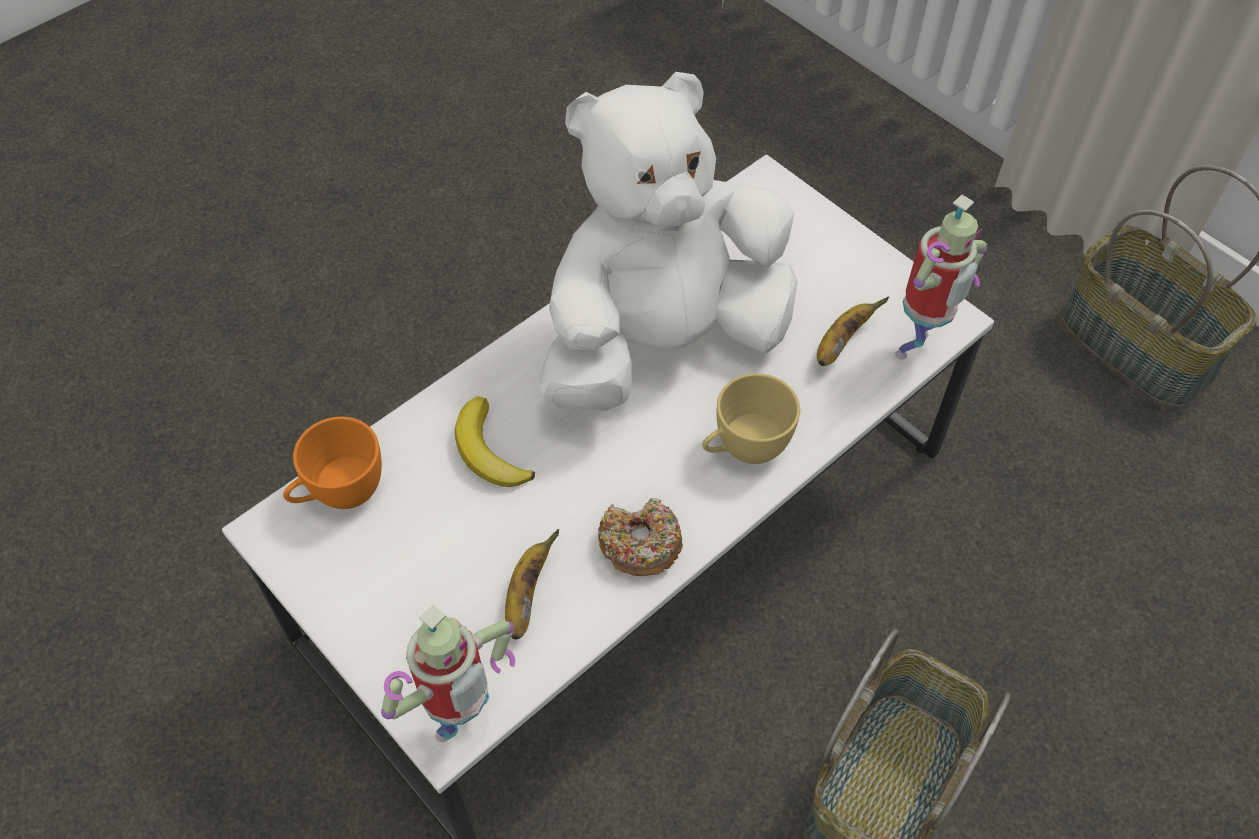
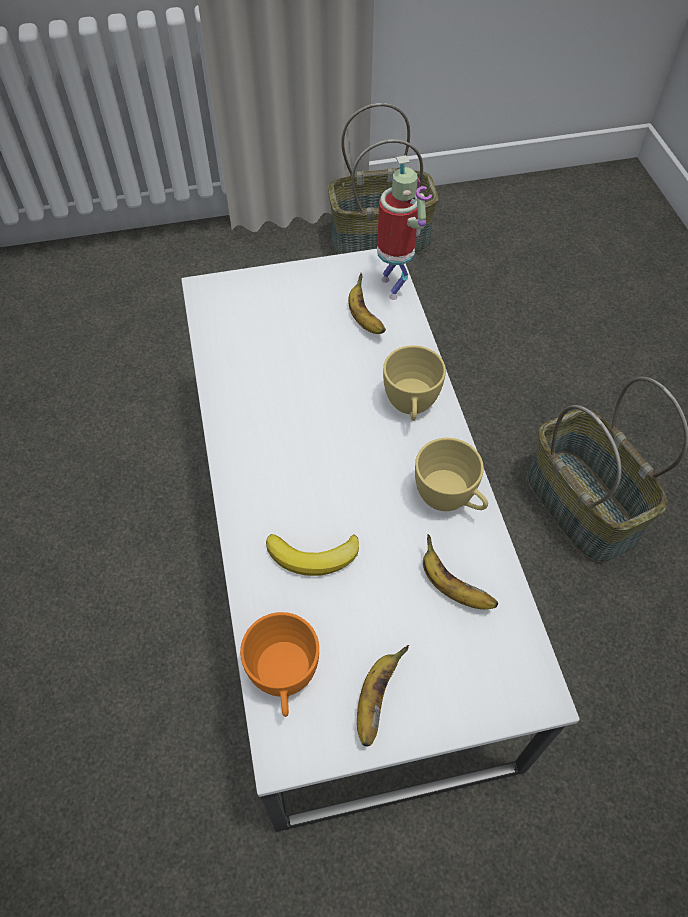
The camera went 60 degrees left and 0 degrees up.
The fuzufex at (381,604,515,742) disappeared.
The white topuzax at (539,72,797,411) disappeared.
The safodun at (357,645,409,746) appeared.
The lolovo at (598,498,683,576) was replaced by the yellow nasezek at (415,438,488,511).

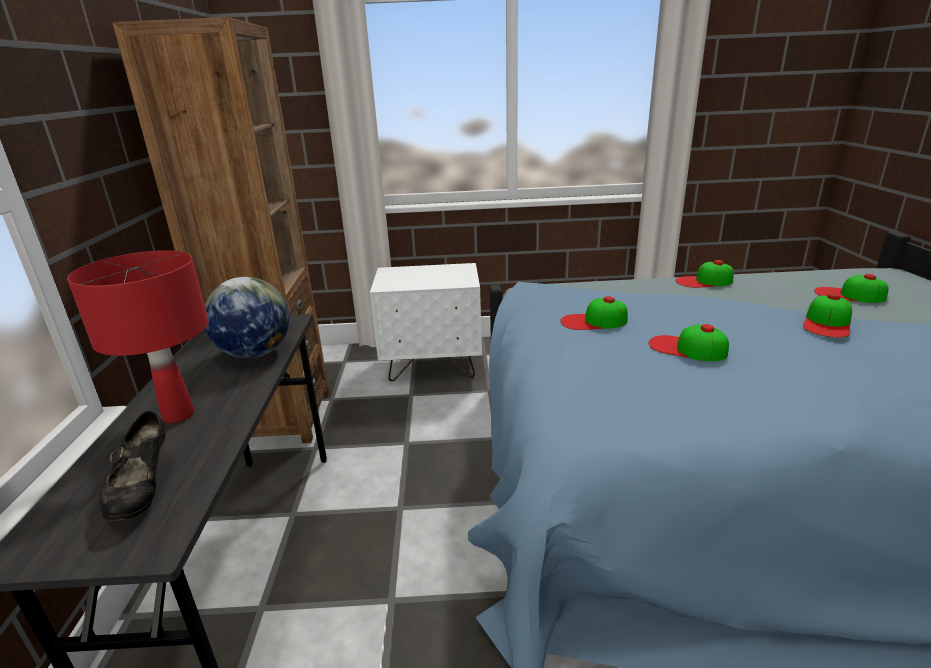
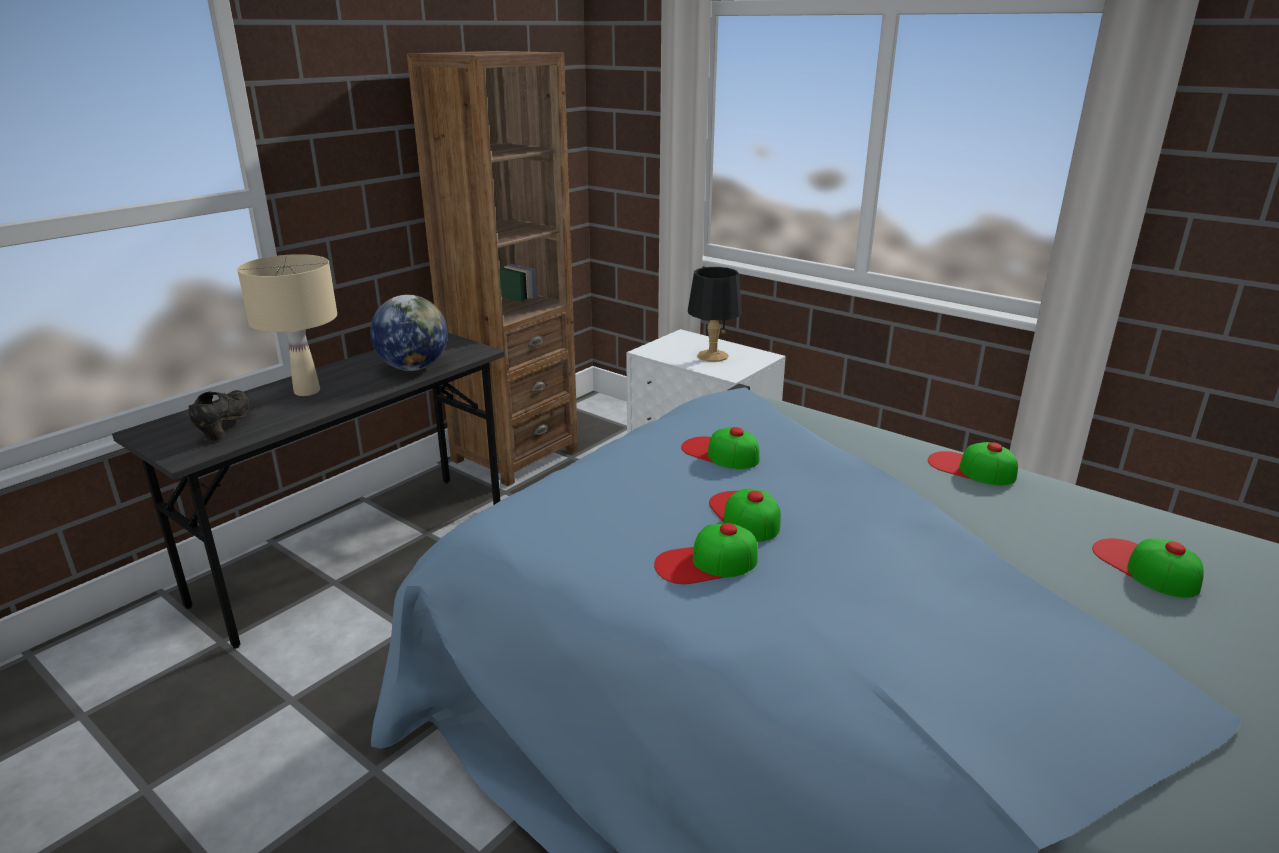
The camera went 40 degrees right and 0 degrees up.
The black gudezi at (688,267,742,362) appeared.
The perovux moved from (803,293,852,338) to (654,523,758,584).
The red gudezi at (67,250,209,423) became the beige gudezi at (237,254,337,396).
The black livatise at (99,411,166,521) turned 150 degrees clockwise.

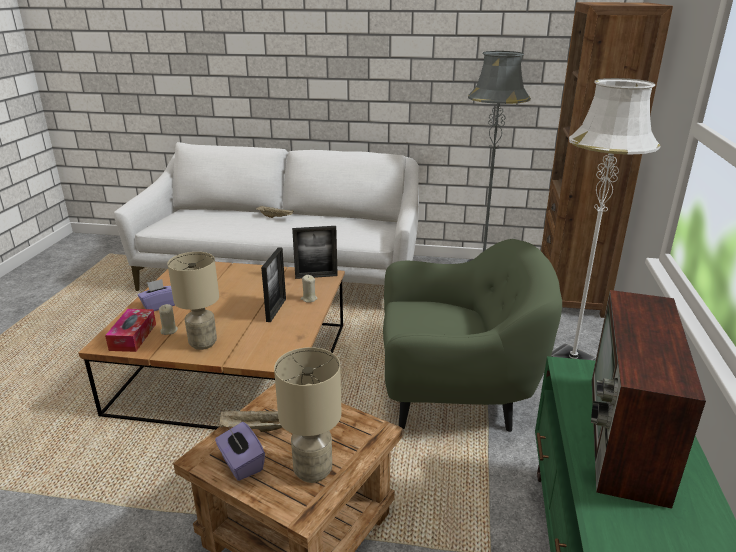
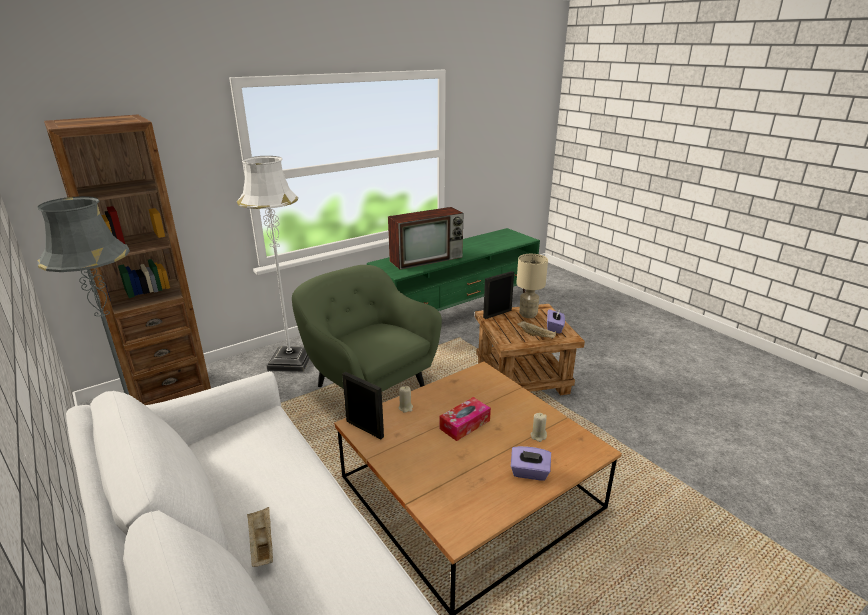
The camera went 135 degrees left and 0 degrees up.
The beige gudezi at (167,252,219,350) disappeared.
The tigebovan moved from (105,309,156,352) to (440,397,491,441).
The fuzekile moved from (261,247,286,322) to (483,271,514,319).

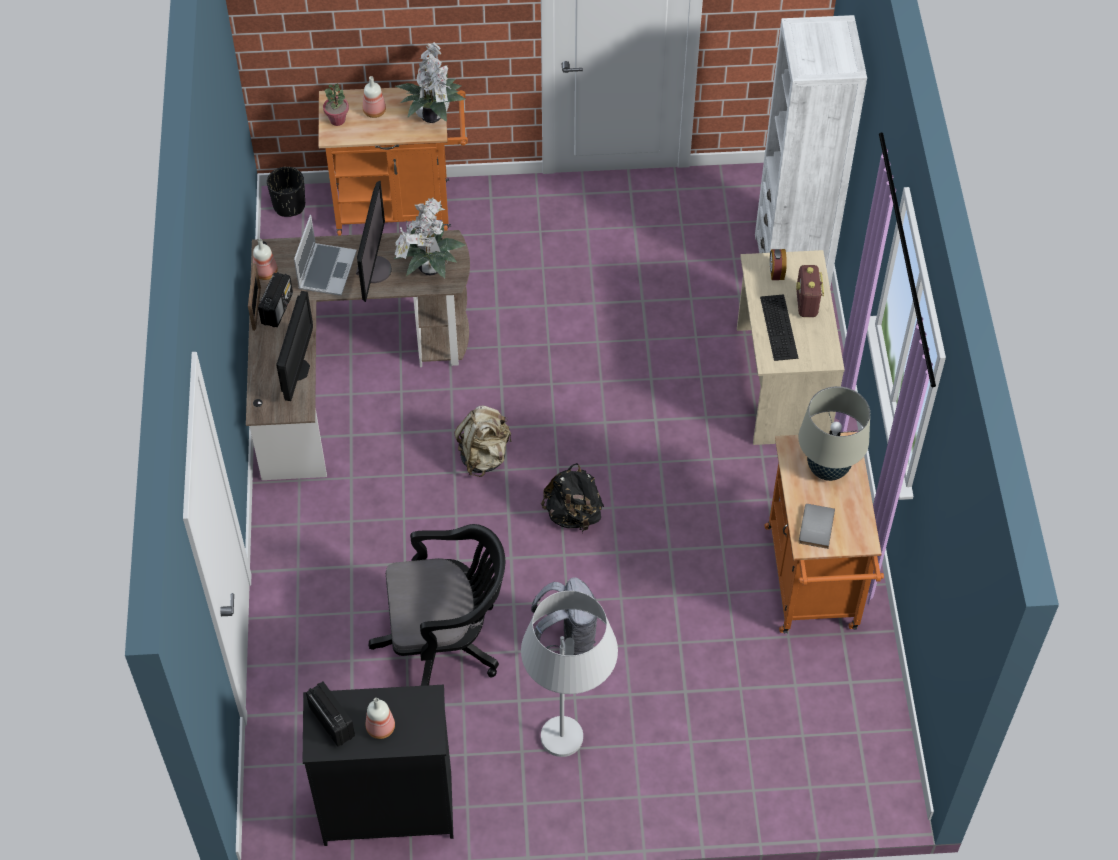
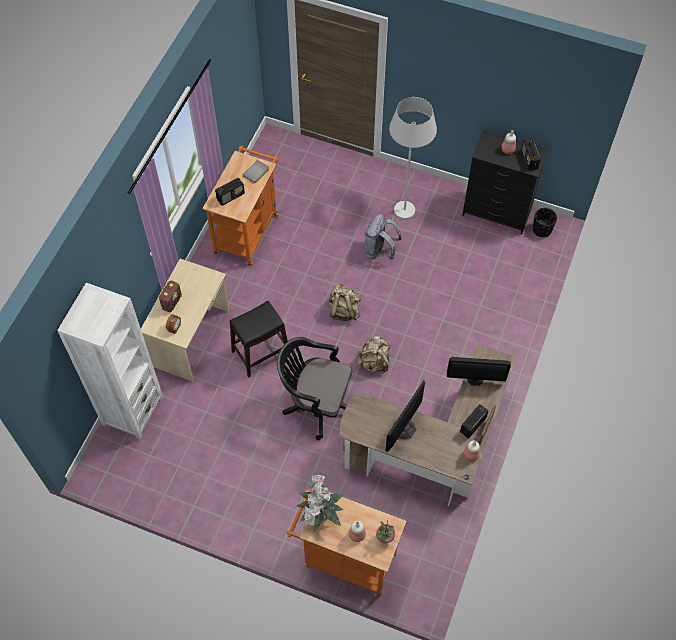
The camera went 155 degrees left and 5 degrees up.
The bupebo at (294,215,357,296) disappeared.
The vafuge at (394,198,466,278) disappeared.
The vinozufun at (760,294,798,361) disappeared.
The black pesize at (230,301,288,378) appeared.
The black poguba moved from (267,167,305,217) to (533,208,557,237).
The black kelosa moved from (368,524,505,686) to (277,337,352,440).
The beige gudezi at (798,386,870,481) was replaced by the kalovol at (215,178,245,206).
The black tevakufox at (541,463,604,533) became the beige tevakufox at (328,284,360,321).
The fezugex at (276,291,313,401) turned 120 degrees counterclockwise.

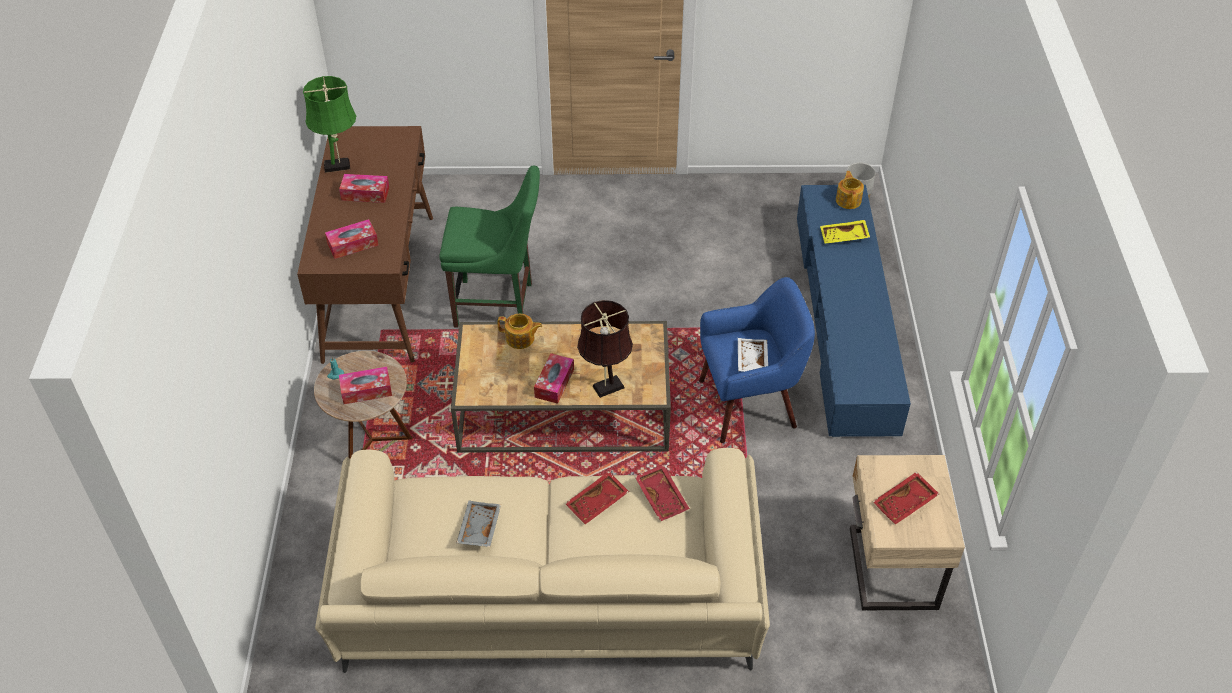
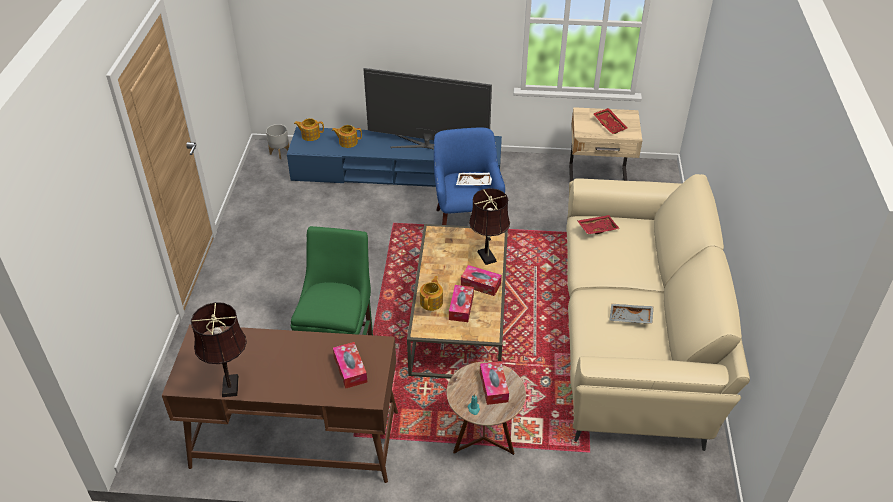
The camera went 85 degrees left and 5 degrees down.
The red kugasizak at (565,471,629,524) disappeared.
The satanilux at (364,68,492,150) appeared.
The tigebovan moved from (339,174,390,203) to (449,285,474,322).
The yellow kugasizak at (820,220,870,244) was replaced by the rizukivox at (332,125,362,148).
The green gudezi at (303,76,356,173) became the brown gudezi at (191,302,247,397).

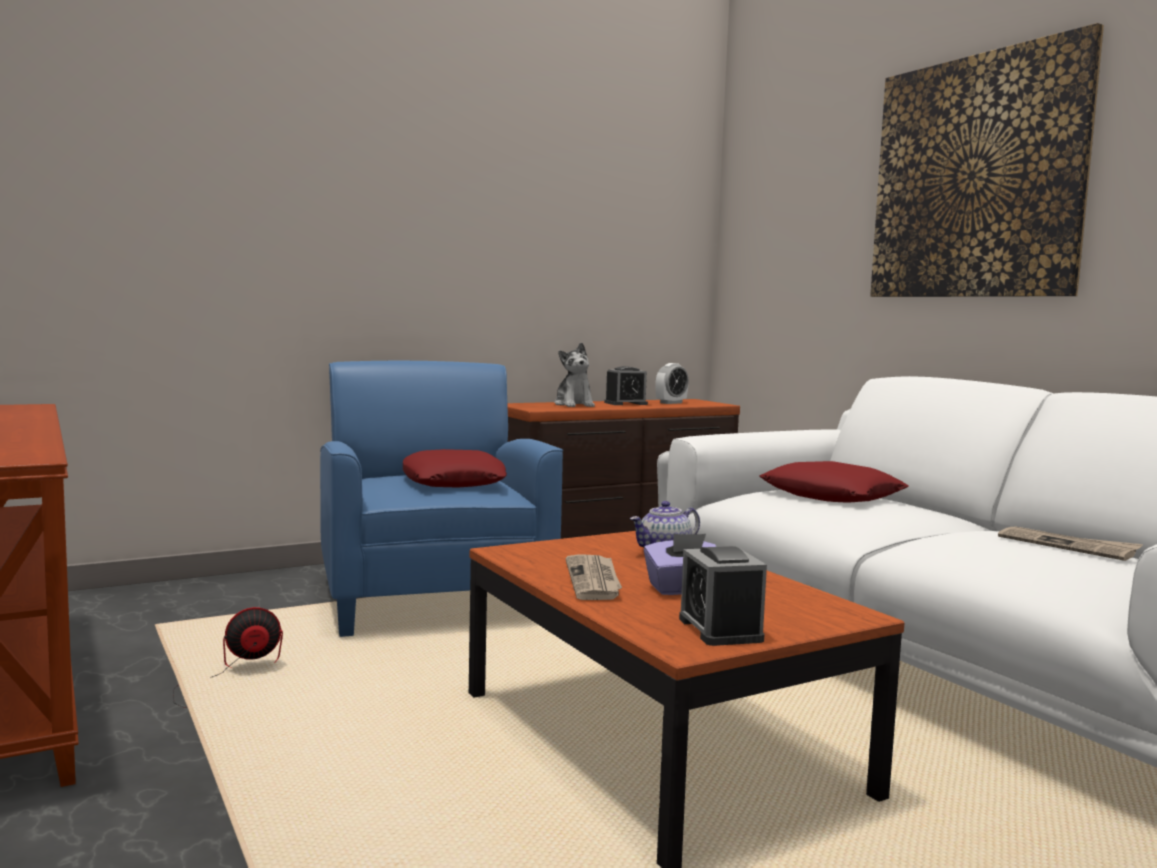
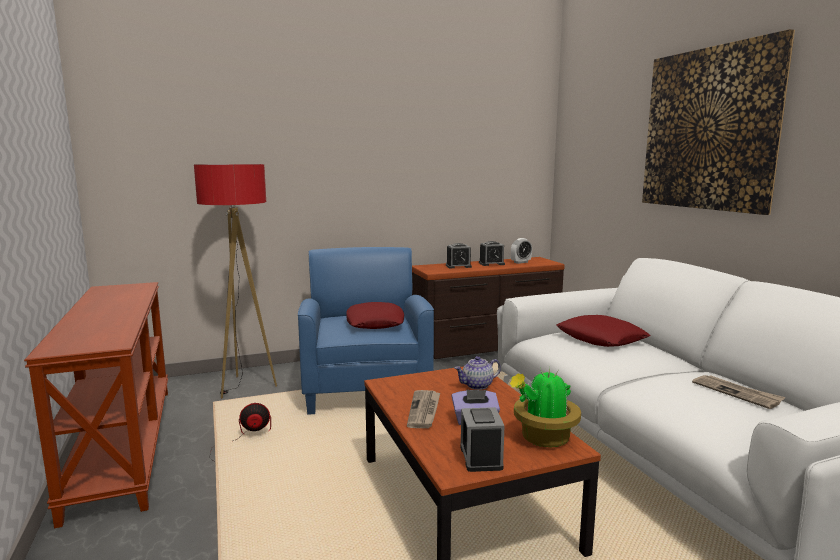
The camera went 10 degrees right and 5 degrees up.
The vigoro at (194,164,277,398) appeared.
The vafuge at (510,367,581,448) appeared.
The topuzax at (554,342,595,407) was replaced by the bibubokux at (446,243,472,268).

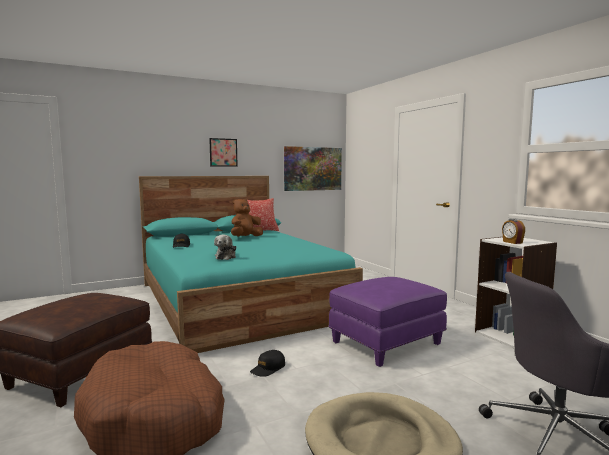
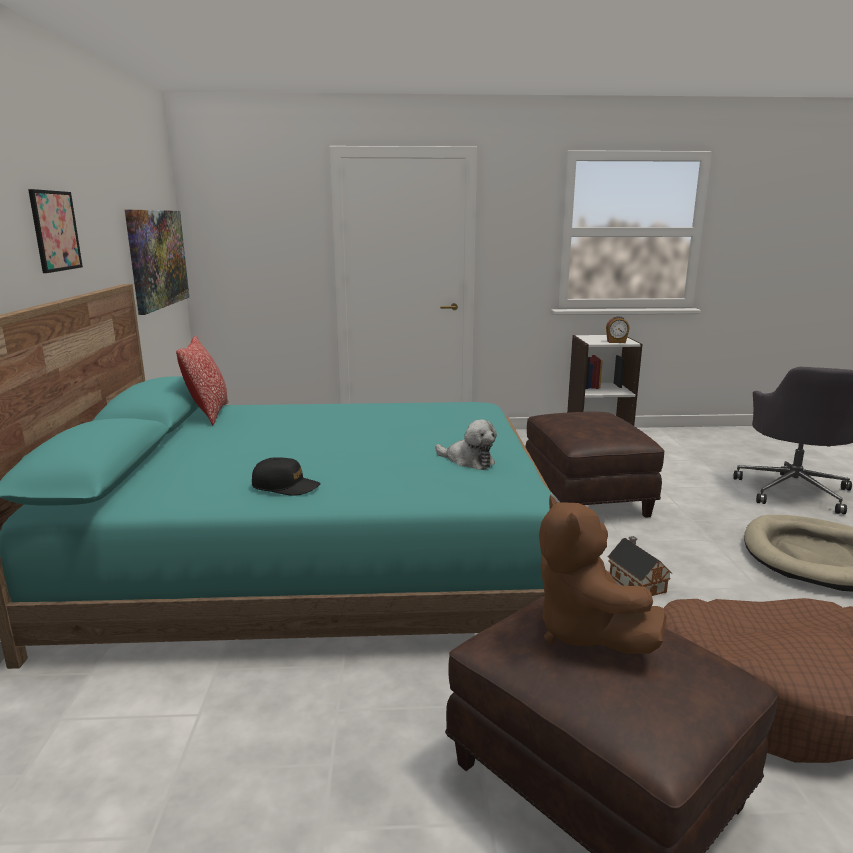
The camera went 65 degrees left and 10 degrees up.
The brown topuzax moved from (231,199,263,237) to (539,495,667,654).
The black perovux at (250,350,285,377) was replaced by the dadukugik at (608,536,672,596).
The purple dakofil at (329,277,447,367) became the brown dakofil at (525,412,664,518).

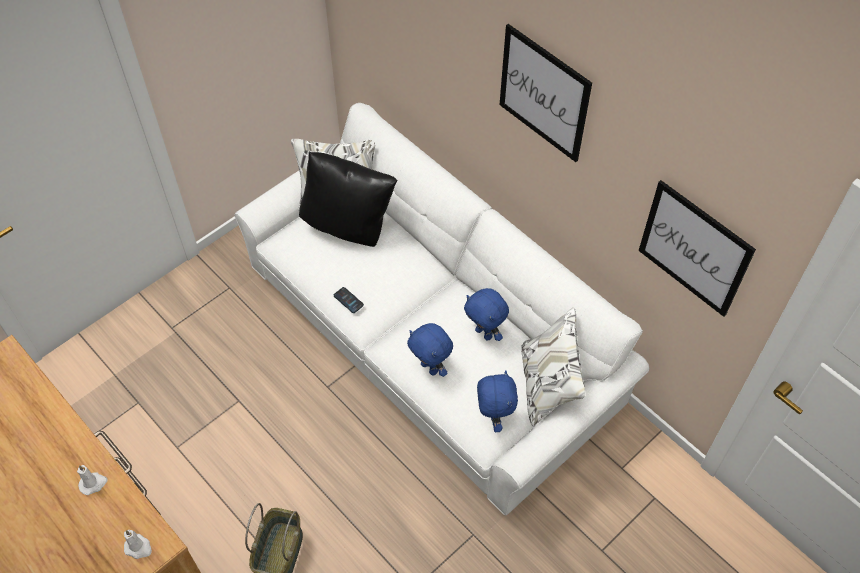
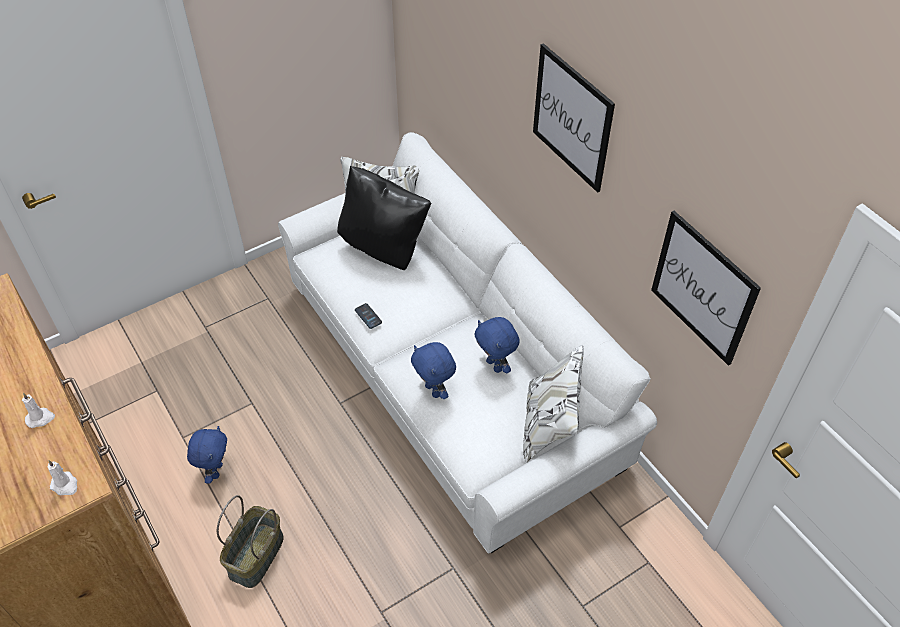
The camera went 10 degrees right and 5 degrees down.
The blue topuzax moved from (477,370,518,432) to (187,426,227,484).

